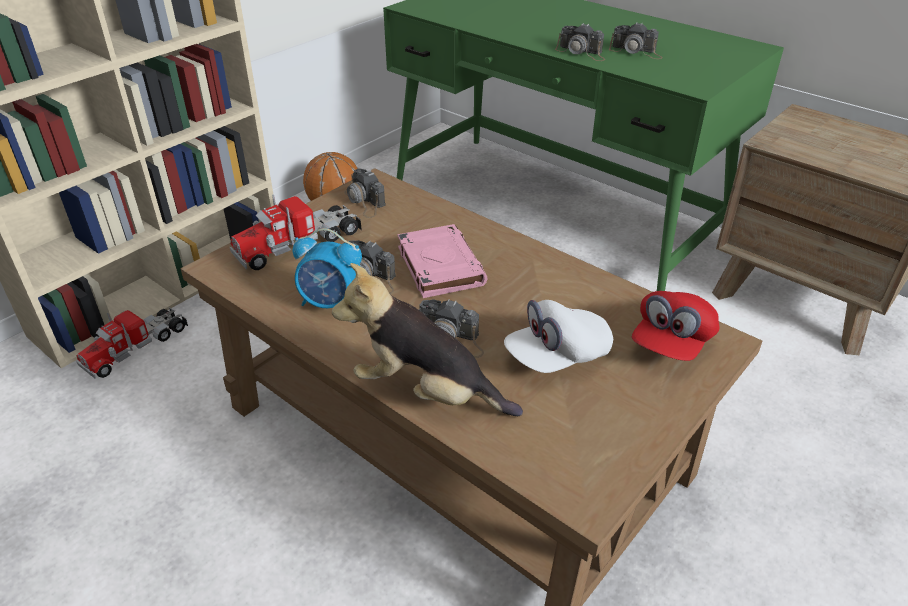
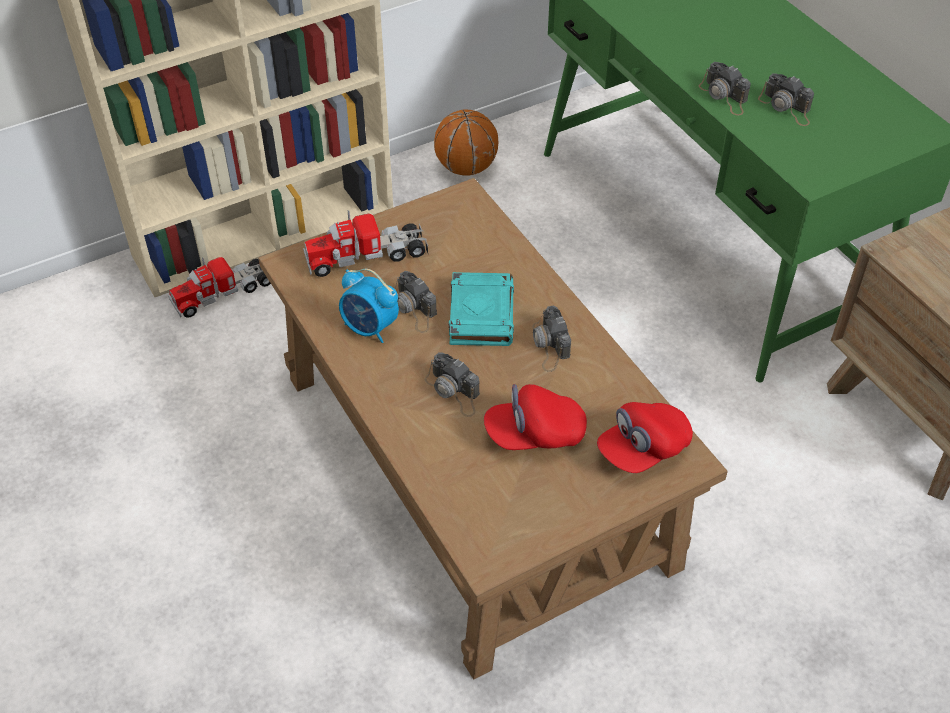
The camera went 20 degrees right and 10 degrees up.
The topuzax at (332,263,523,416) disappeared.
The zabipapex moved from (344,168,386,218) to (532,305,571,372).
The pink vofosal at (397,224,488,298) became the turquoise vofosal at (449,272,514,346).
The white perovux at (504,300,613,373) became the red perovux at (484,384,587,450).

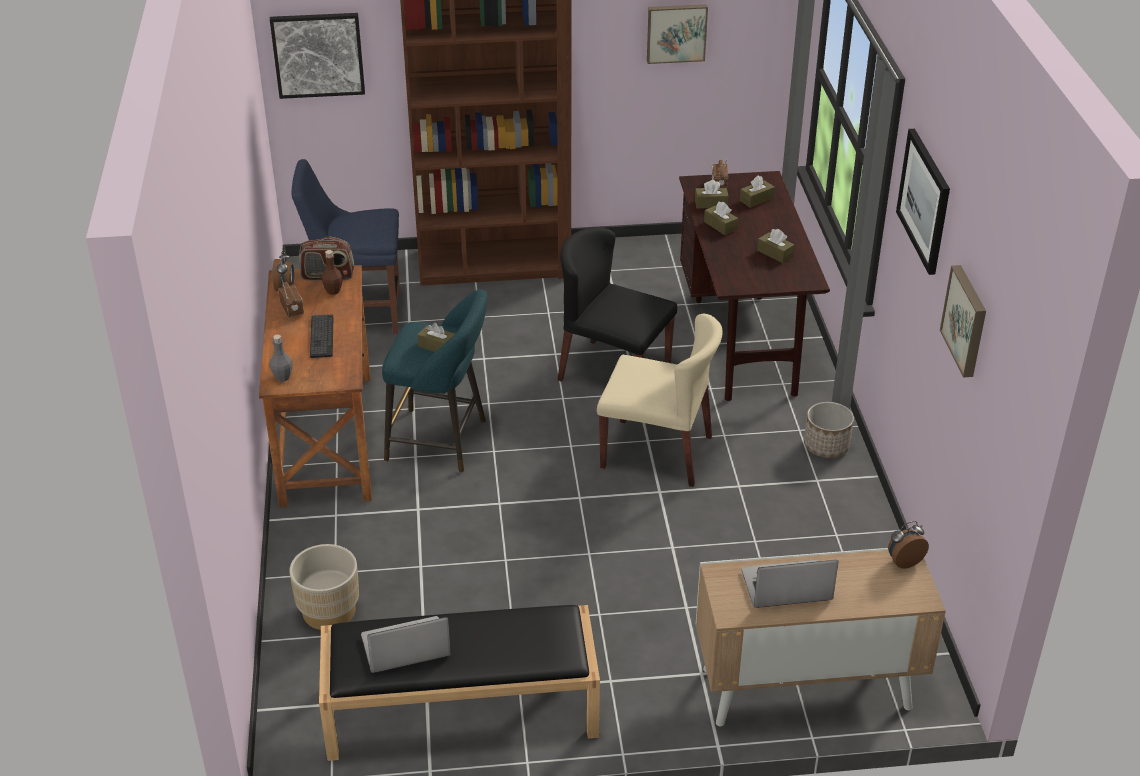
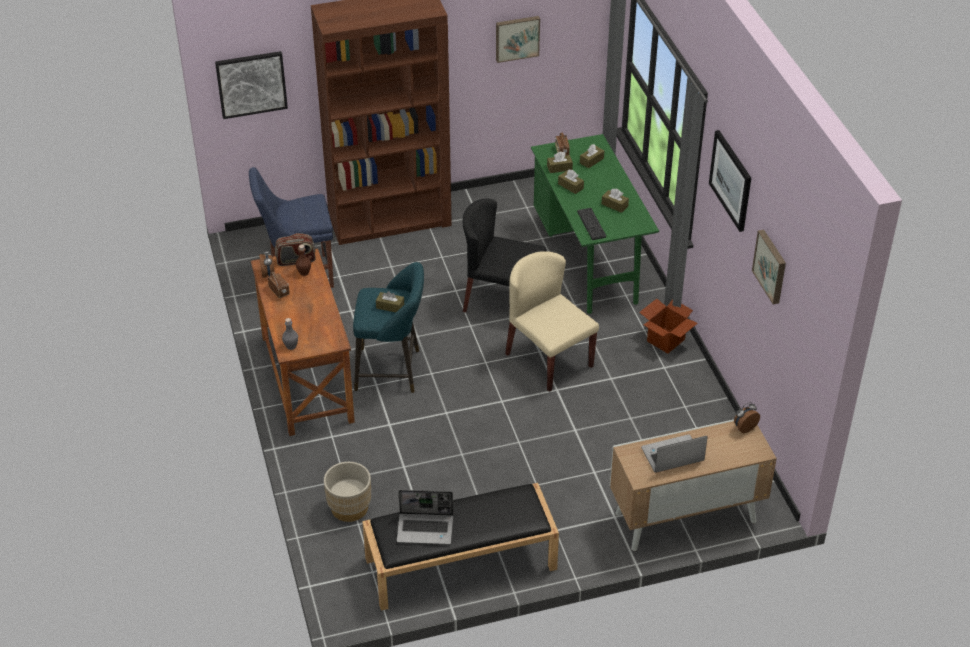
The camera went 10 degrees left and 5 degrees up.
The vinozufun moved from (310,314,333,358) to (577,208,606,240).
The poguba at (804,402,854,458) was replaced by the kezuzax at (639,299,698,354).
The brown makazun at (679,171,830,401) became the green makazun at (531,134,659,314).
The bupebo at (361,616,451,673) turned 150 degrees counterclockwise.
The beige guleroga at (597,314,722,487) turned 135 degrees counterclockwise.

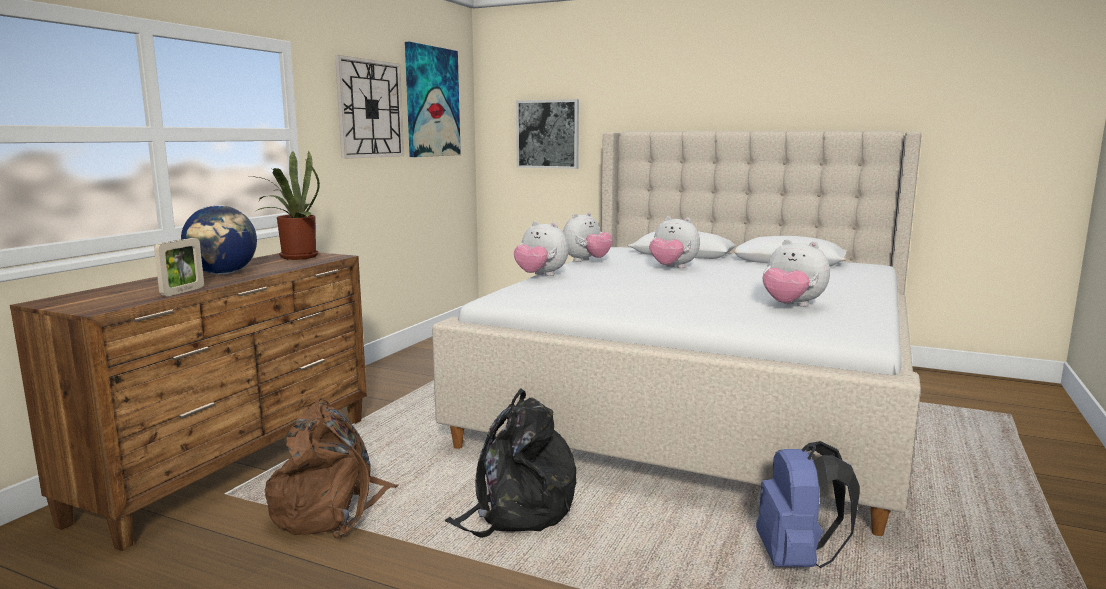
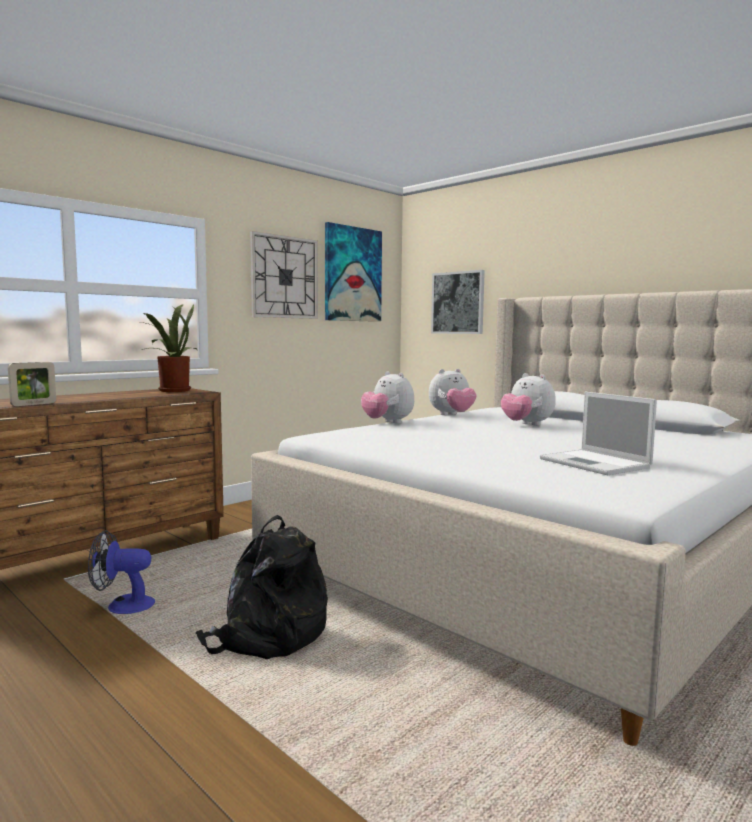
The camera went 20 degrees right and 5 degrees down.
The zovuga at (181,205,257,274) disappeared.
The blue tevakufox at (756,441,860,568) disappeared.
The brown tevakufox at (264,398,399,539) was replaced by the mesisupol at (88,530,155,614).
The topuzax at (763,239,830,307) was replaced by the bupebo at (540,392,657,475).

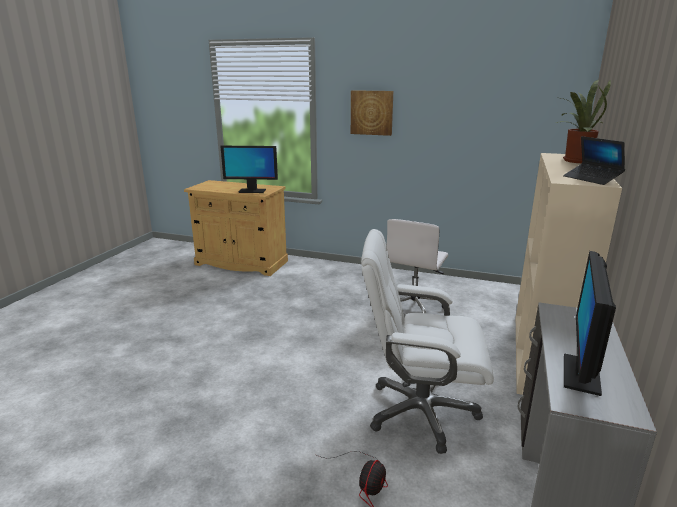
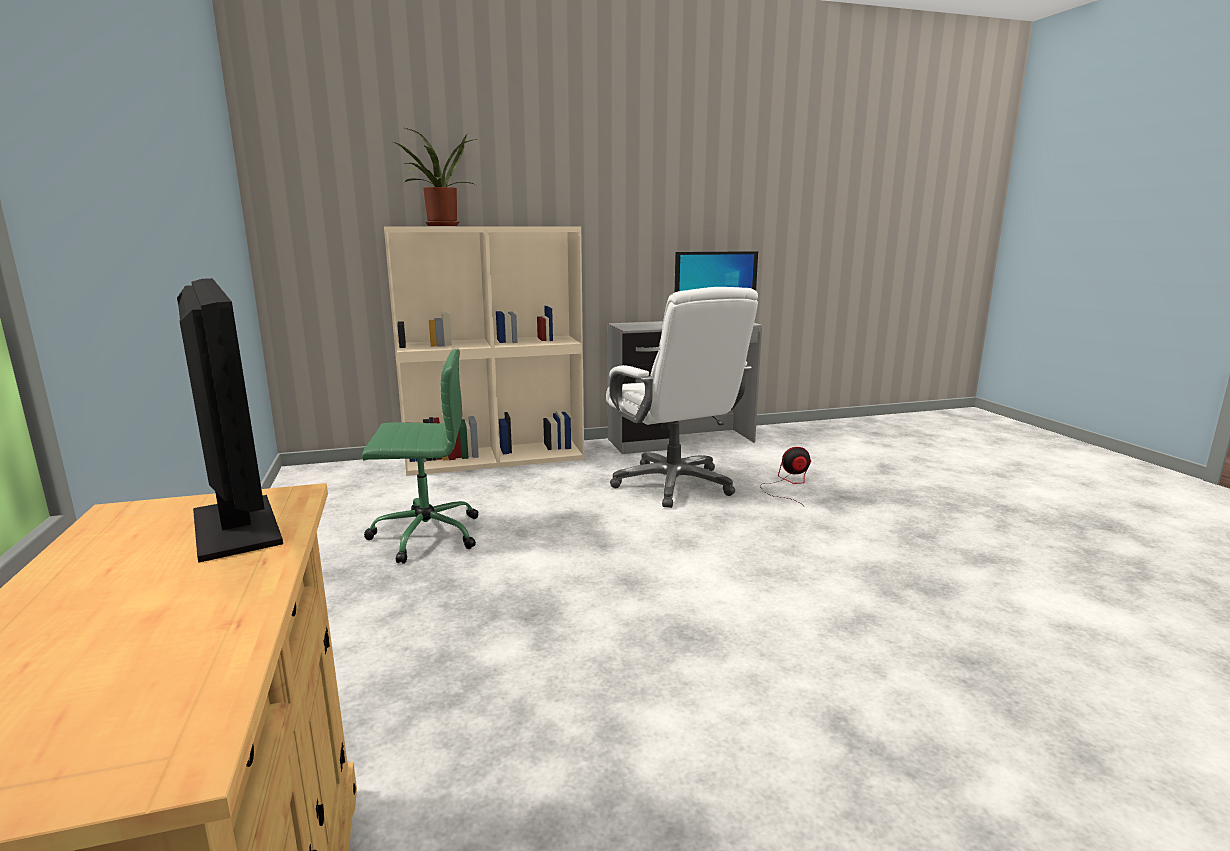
The camera went 125 degrees left and 5 degrees down.
The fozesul at (351,90,393,136) disappeared.
The bupebo at (563,136,625,185) disappeared.
The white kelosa at (387,219,448,313) became the green kelosa at (362,349,479,564).

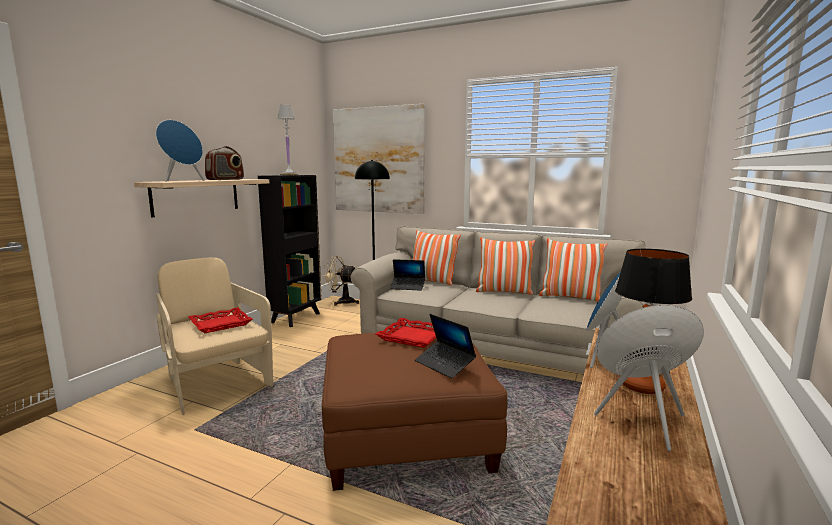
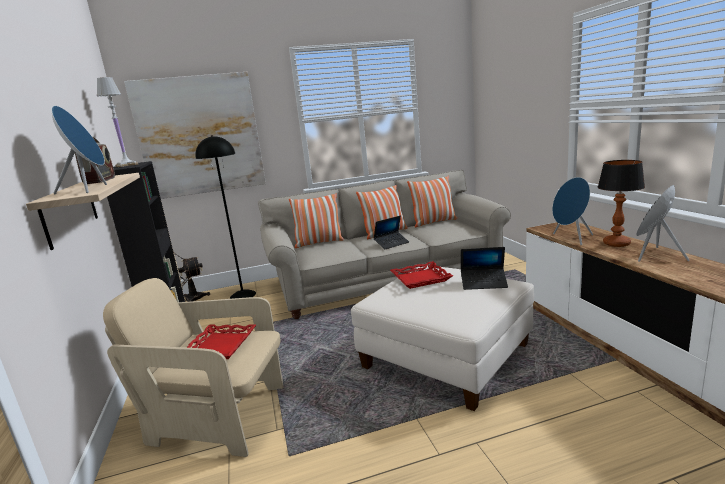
The camera went 40 degrees left and 5 degrees up.
The bupebo moved from (390,259,425,291) to (374,216,409,249).
The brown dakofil at (322,330,507,491) became the white dakofil at (351,266,534,411).

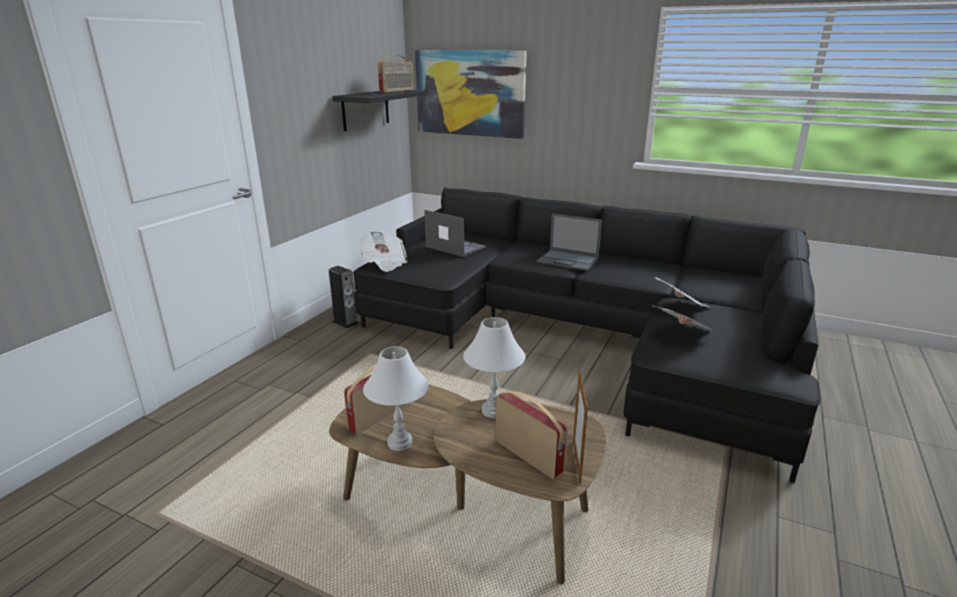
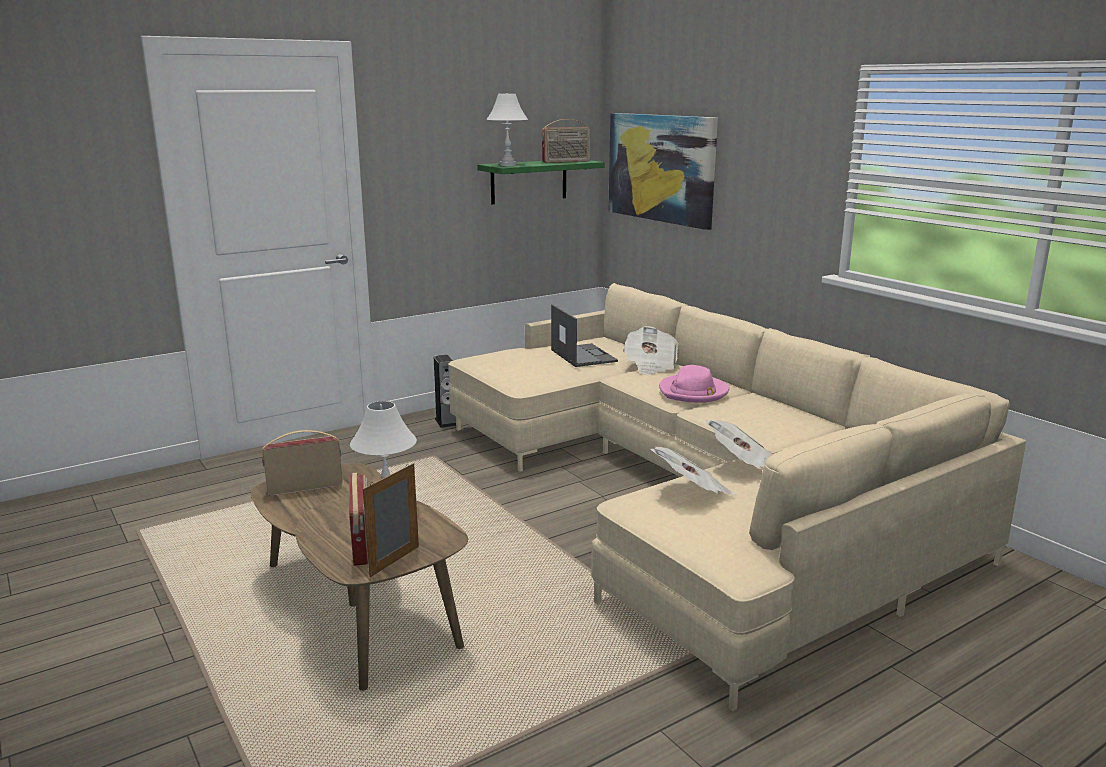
The camera went 30 degrees right and 5 degrees down.
The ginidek moved from (360,231,407,272) to (623,326,678,375).
The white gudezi moved from (363,347,429,451) to (486,93,528,166).
The bupebo at (537,213,602,271) was replaced by the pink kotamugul at (659,365,729,403).
The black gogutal at (332,90,425,131) became the green gogutal at (477,160,605,204).
The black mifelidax at (353,187,820,483) became the beige mifelidax at (448,283,1026,712).

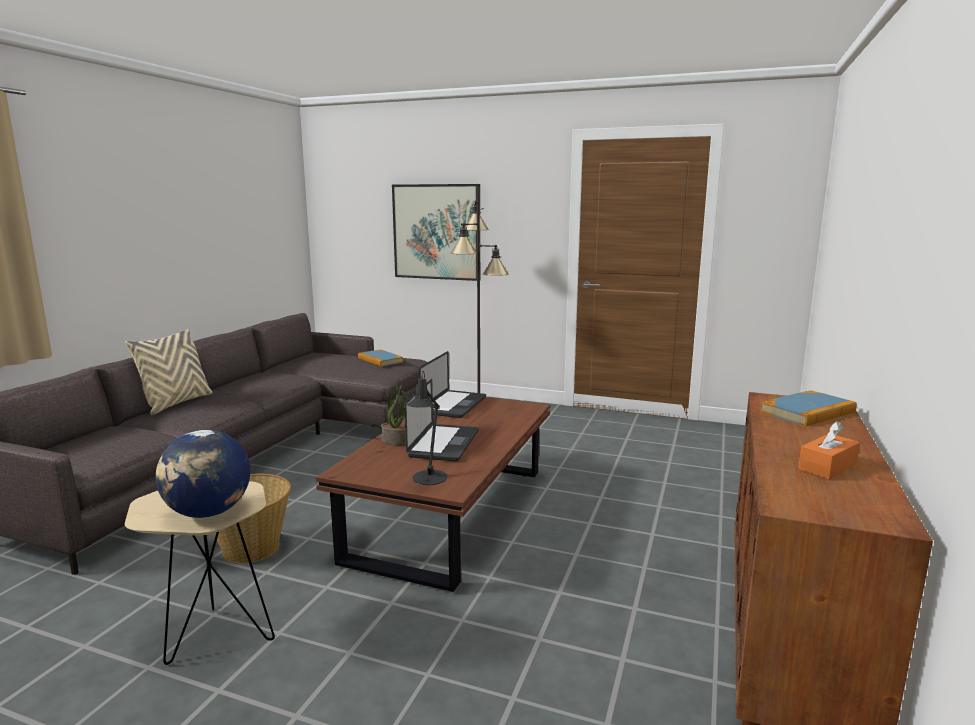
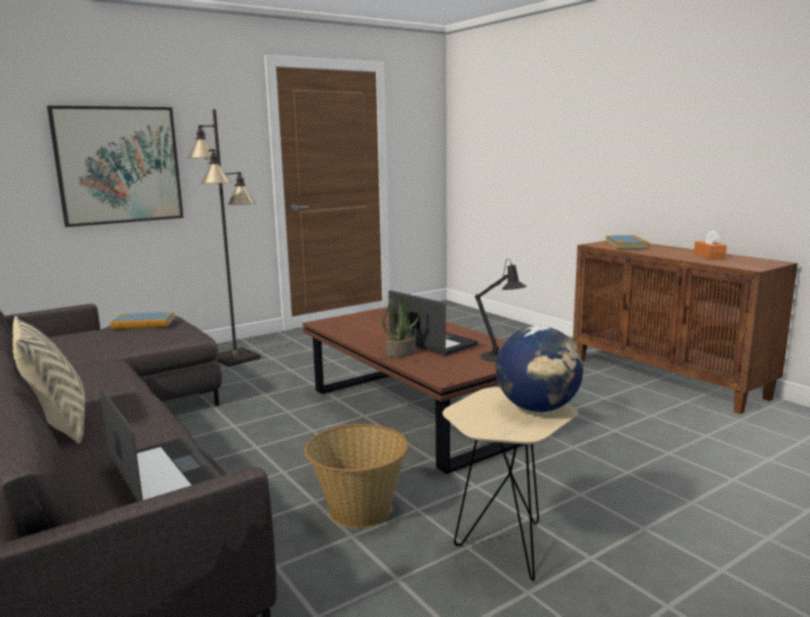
The camera went 55 degrees left and 0 degrees up.
The bupebo moved from (419,351,486,418) to (100,387,222,502).

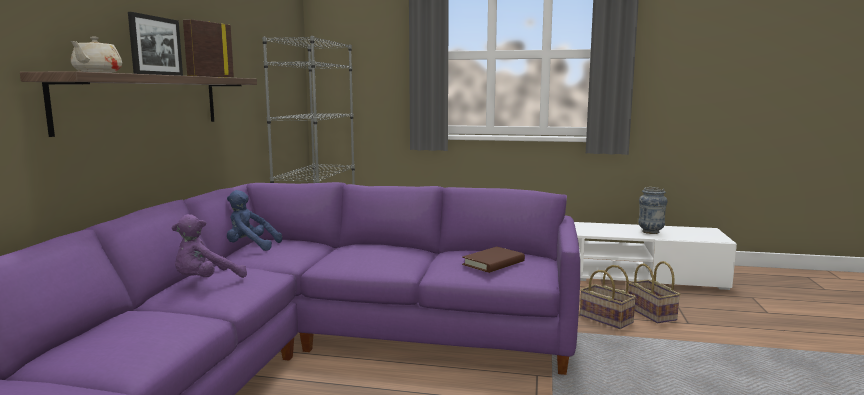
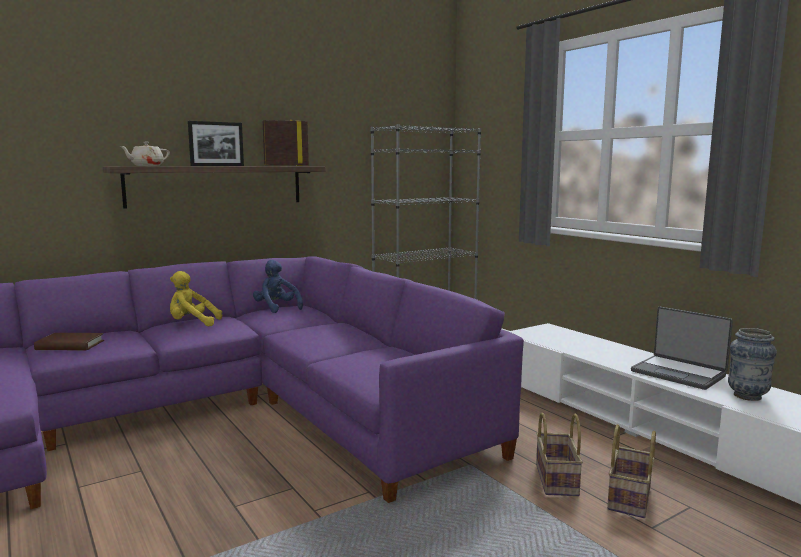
The camera went 45 degrees right and 0 degrees up.
The bupebo at (631,307,733,390) appeared.
The brown vofosal moved from (462,247,525,273) to (34,333,104,350).
The purple topuzax at (172,214,247,278) became the yellow topuzax at (170,271,222,327).

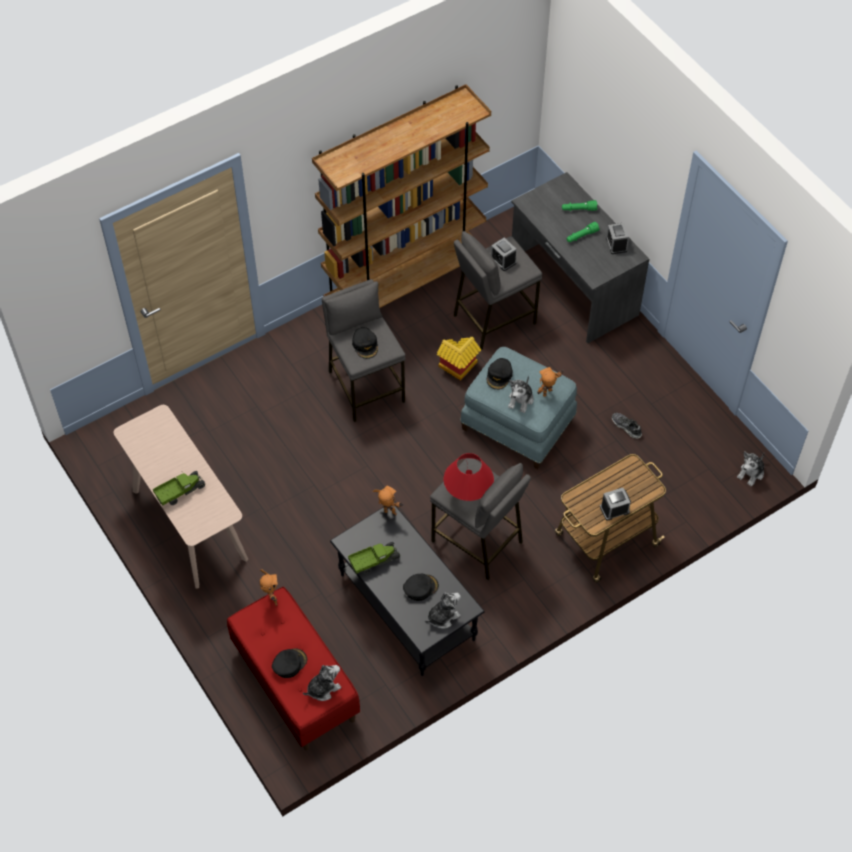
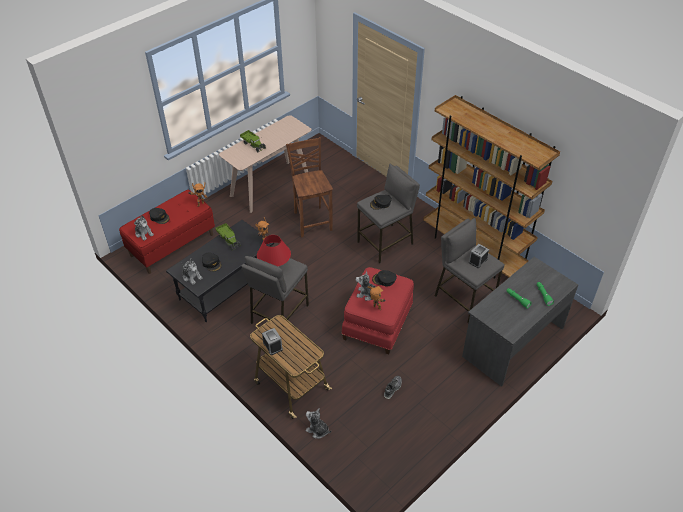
The camera went 80 degrees right and 10 degrees down.
The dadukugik at (437,337,481,380) disappeared.
The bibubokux at (606,223,629,254) disappeared.
The brown guleroga at (286,137,333,237) appeared.
The topuzax moved from (737,451,765,486) to (305,408,332,439).
The blue dakofil at (460,347,577,469) became the red dakofil at (342,267,414,354).

